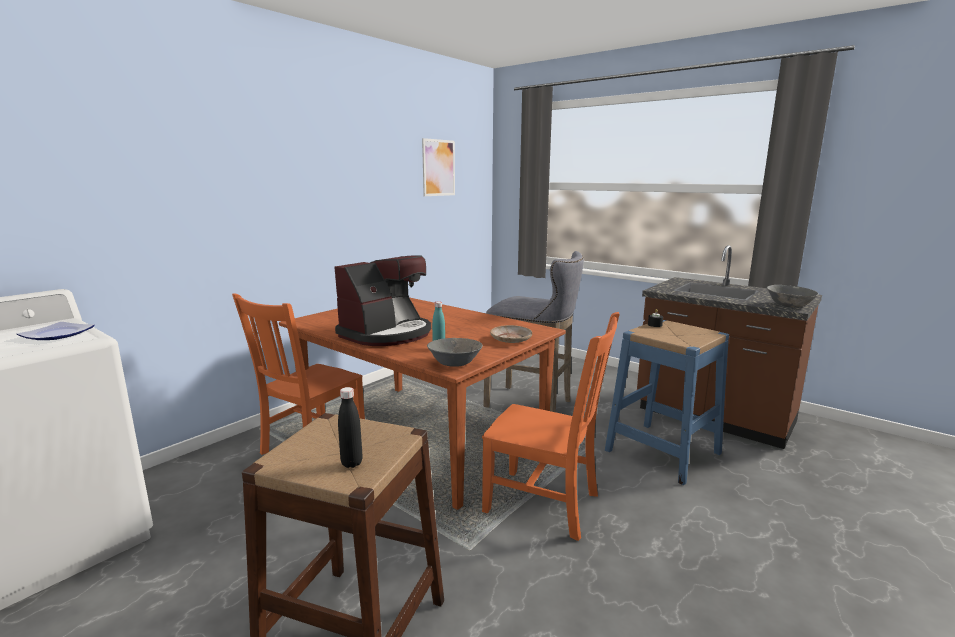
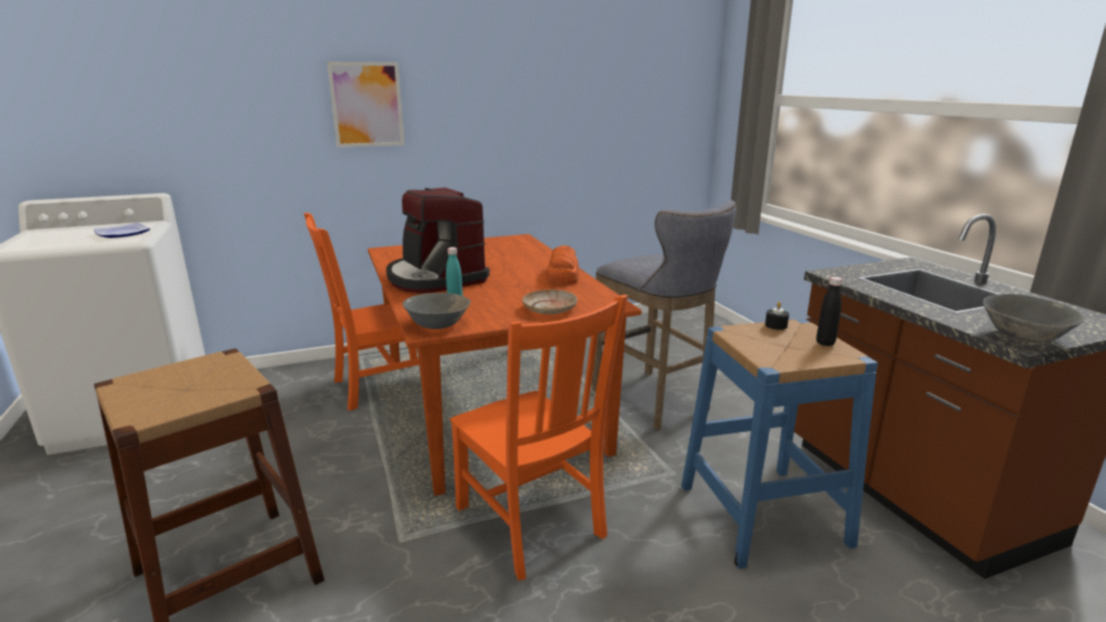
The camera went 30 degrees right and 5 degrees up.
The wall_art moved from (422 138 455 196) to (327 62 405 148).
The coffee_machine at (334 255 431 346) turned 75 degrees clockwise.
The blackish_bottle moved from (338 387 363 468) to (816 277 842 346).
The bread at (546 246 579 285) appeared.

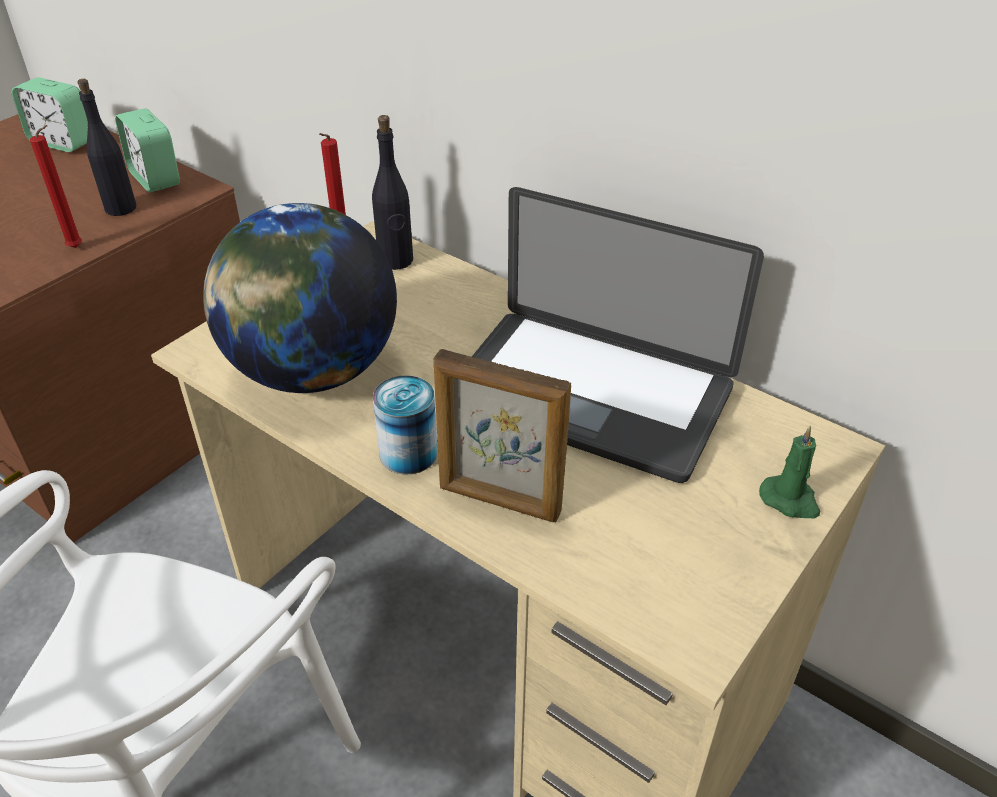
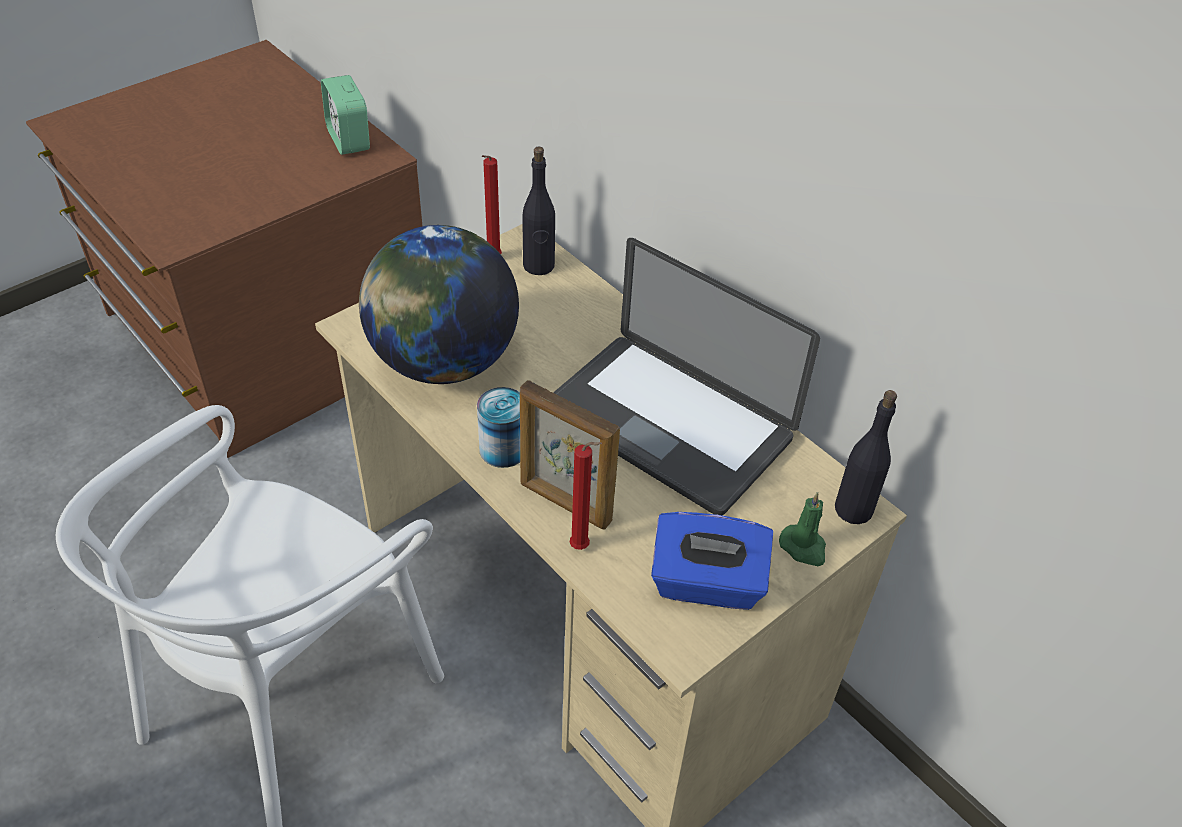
The camera went 10 degrees right and 5 degrees up.
The bedside_clock at (12 77 88 152) disappeared.
The blackish_bottle moved from (77 79 136 216) to (835 390 897 524).
The red-coloured_wax_light moved from (30 125 82 248) to (569 442 602 550).
The blue-coloured_box_of_tissues at (651 512 773 610) appeared.

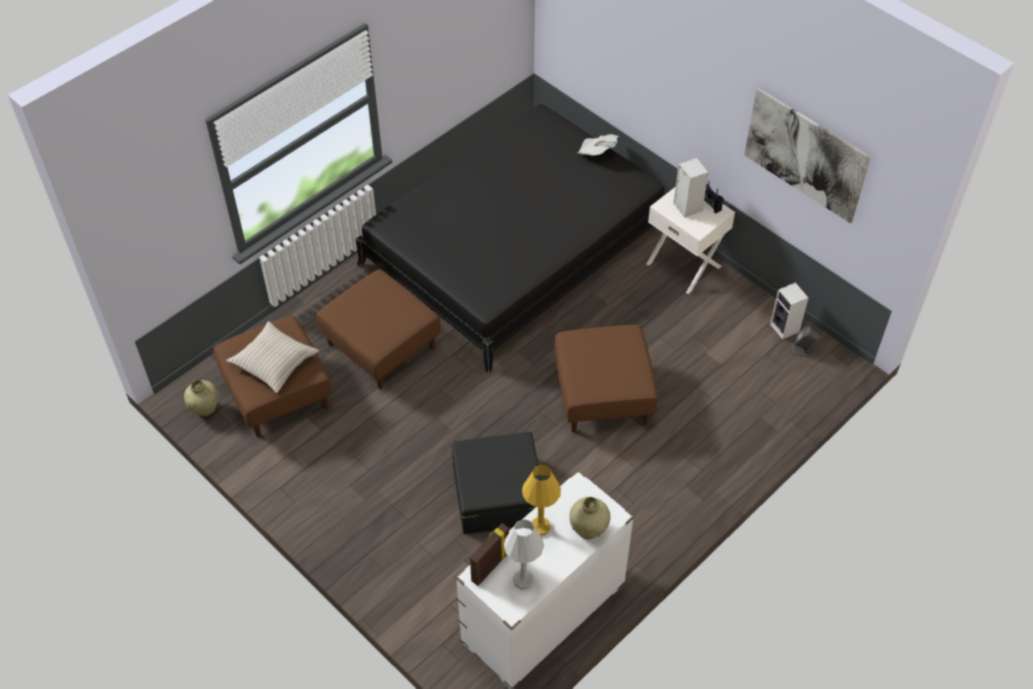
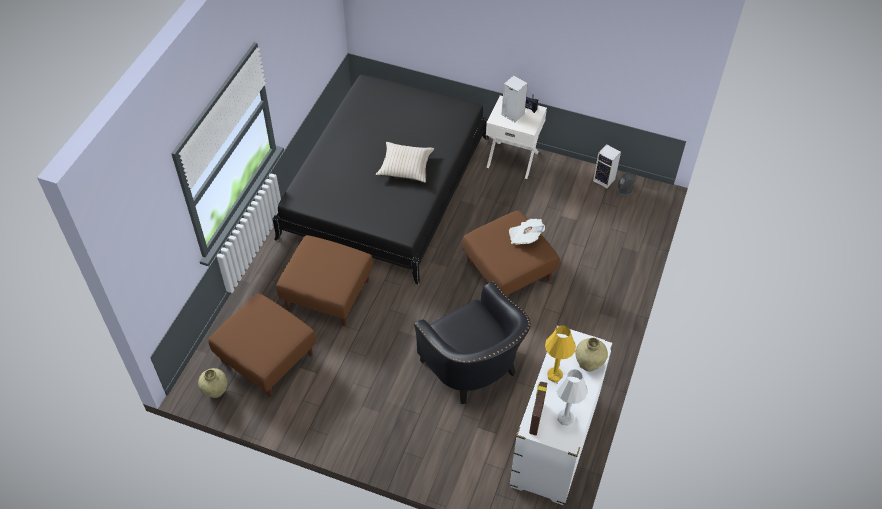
The camera went 25 degrees left and 0 degrees up.
The wall_art at (744 88 871 223) disappeared.
The printed_paper moved from (577 134 619 156) to (509 219 545 244).
The beige_pillow moved from (226 321 319 393) to (376 142 434 183).
The blackish_storage_box at (451 432 542 534) was replaced by the blackish_easy_chair at (414 281 531 404).

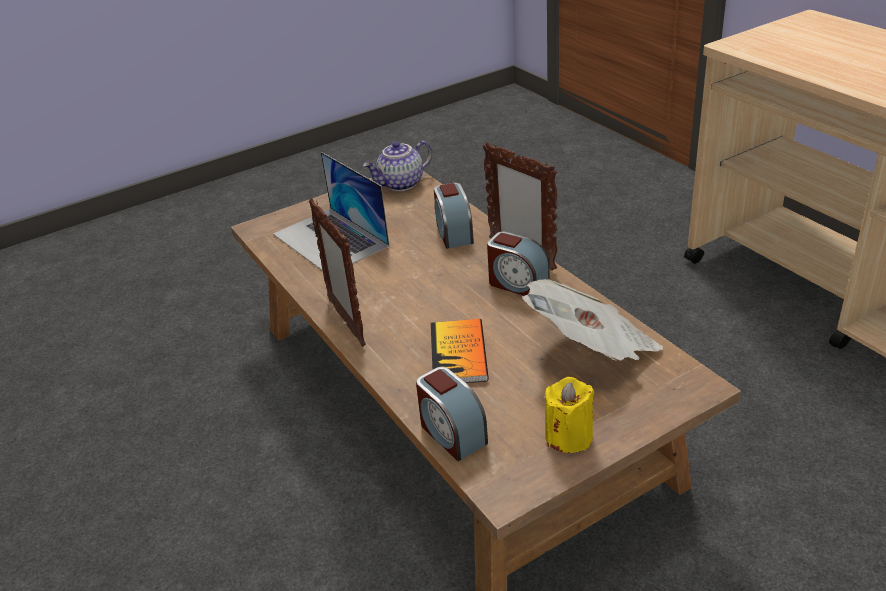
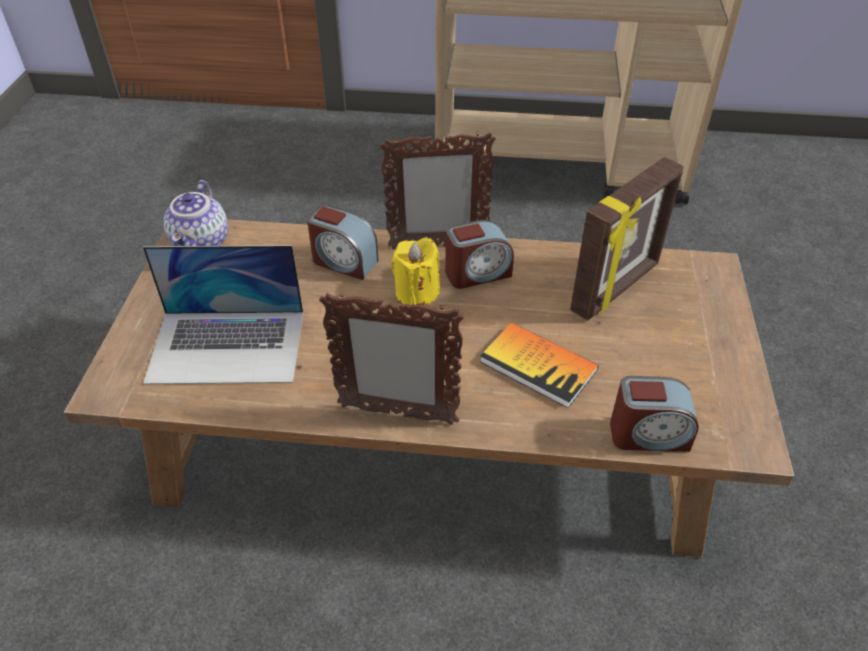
The camera went 55 degrees left and 10 degrees up.
The printed_paper at (522 279 663 361) was replaced by the picture_frame at (570 157 684 321).
The yellow-coloured_wax_light moved from (545 377 594 453) to (391 238 440 305).

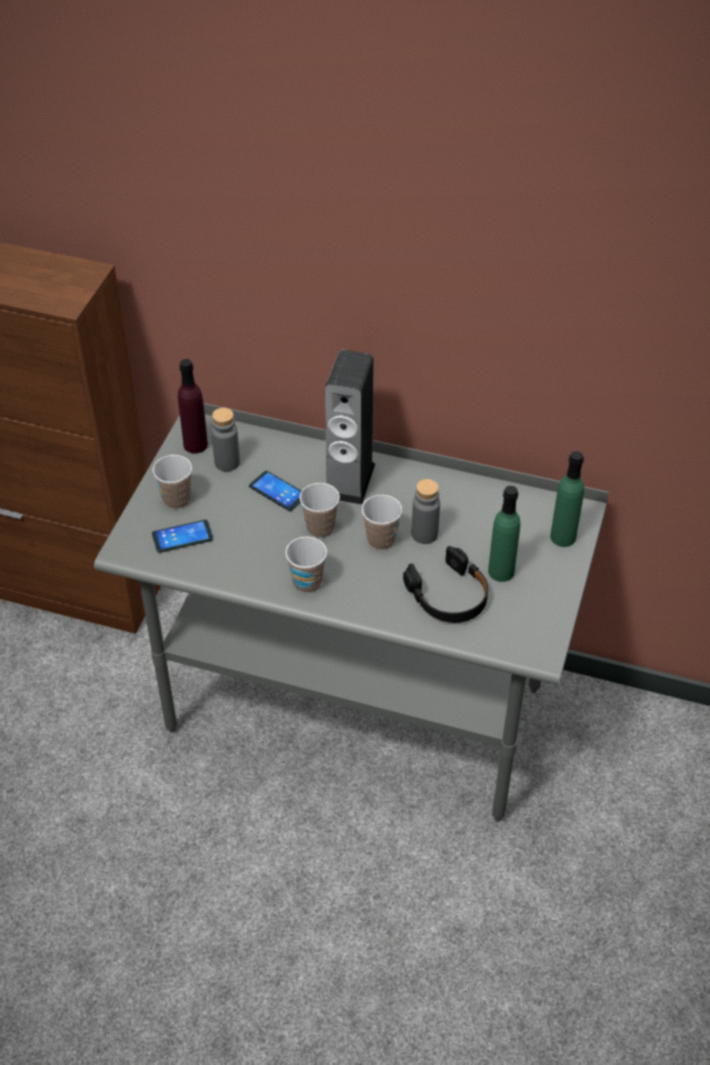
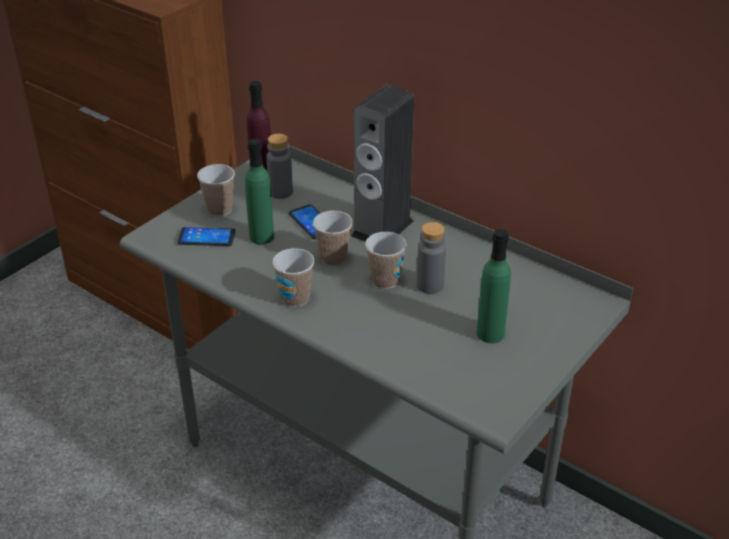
The camera went 20 degrees right and 10 degrees down.
The green-coloured_bottle moved from (550 451 584 547) to (245 139 274 245).
The blackish_pair_of_headphones at (403 546 488 623) disappeared.

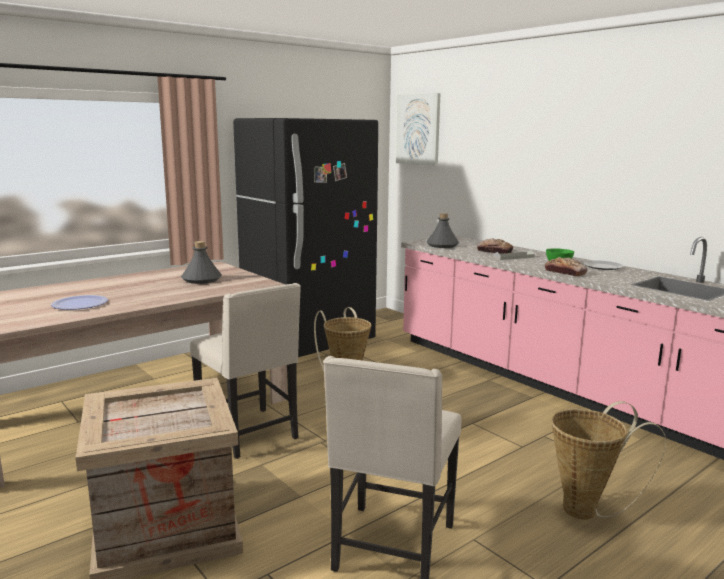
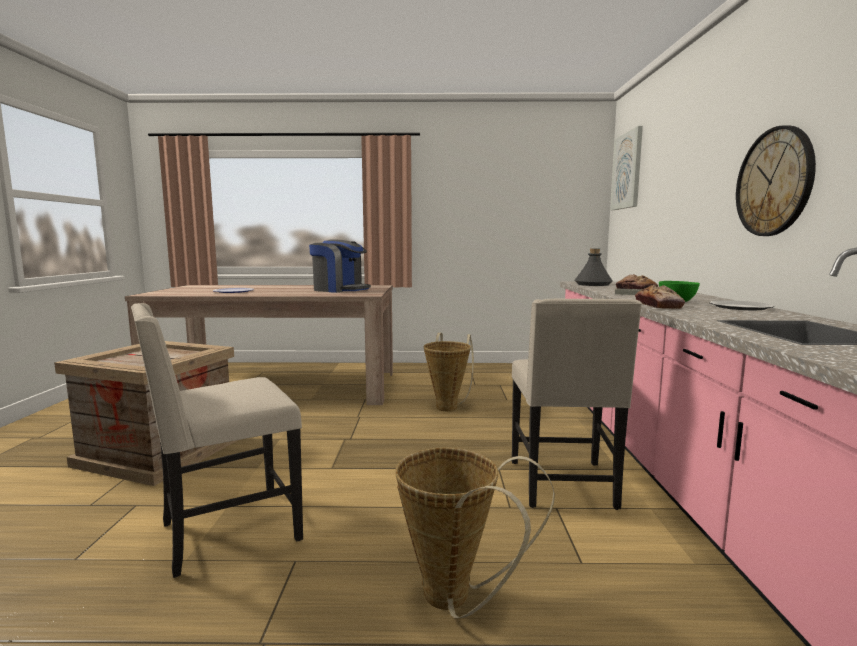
The camera went 40 degrees right and 5 degrees down.
The blackish_kitchen_fridge at (233 118 378 357) disappeared.
The grey_bottle at (181 241 222 284) was replaced by the coffee_machine at (309 239 371 293).
The beige_chair moved from (190 283 301 459) to (512 299 642 510).
The wall_clock at (736 126 816 236) appeared.

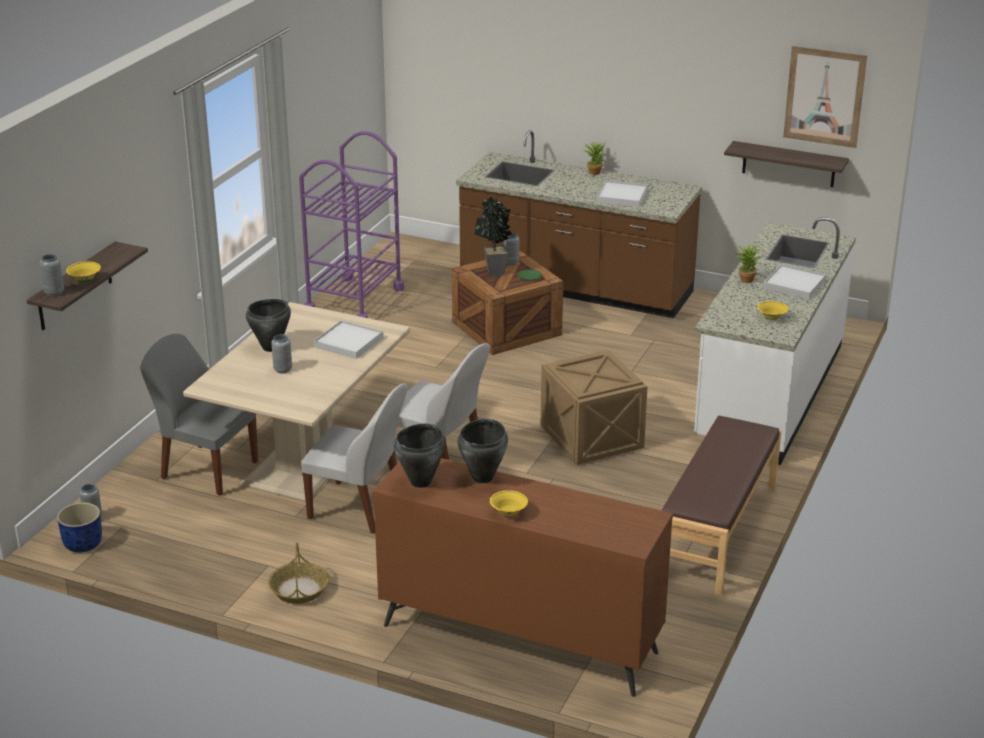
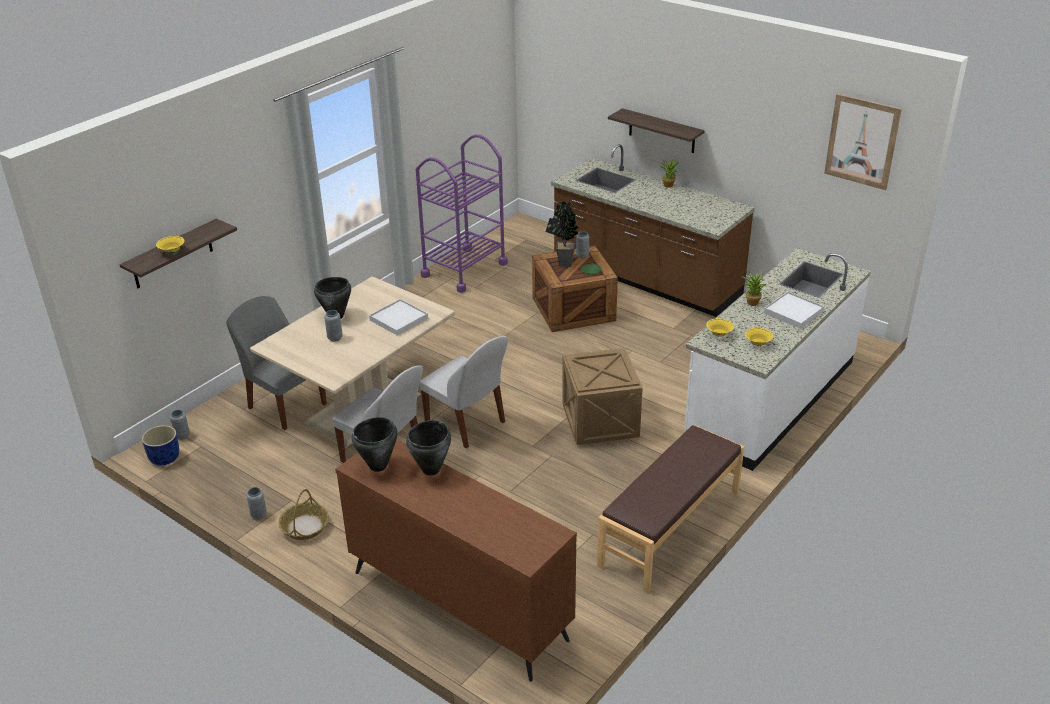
The camera went 15 degrees right and 5 degrees up.
The shelf moved from (724 141 849 187) to (608 108 705 153).
The whitish_tray at (597 180 647 207) disappeared.
The grey_flower_vase moved from (39 254 64 296) to (246 487 267 520).
The yellow-coloured_serving_bowl moved from (490 490 528 516) to (706 318 734 336).

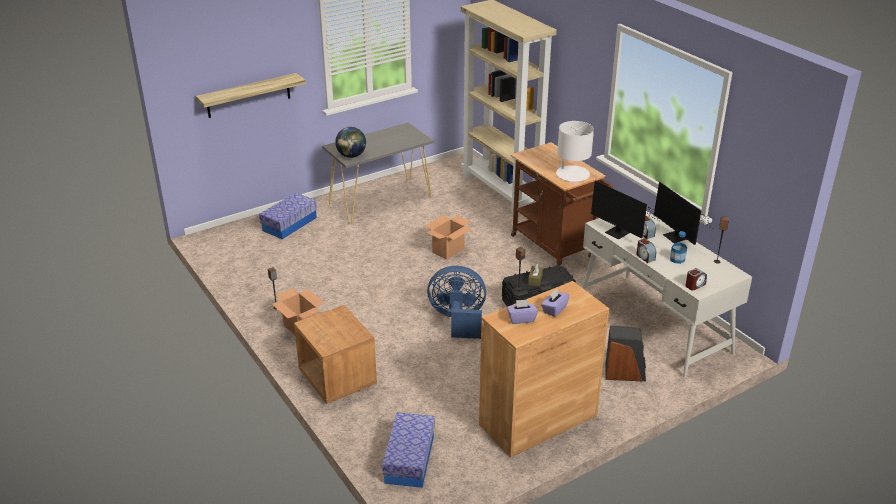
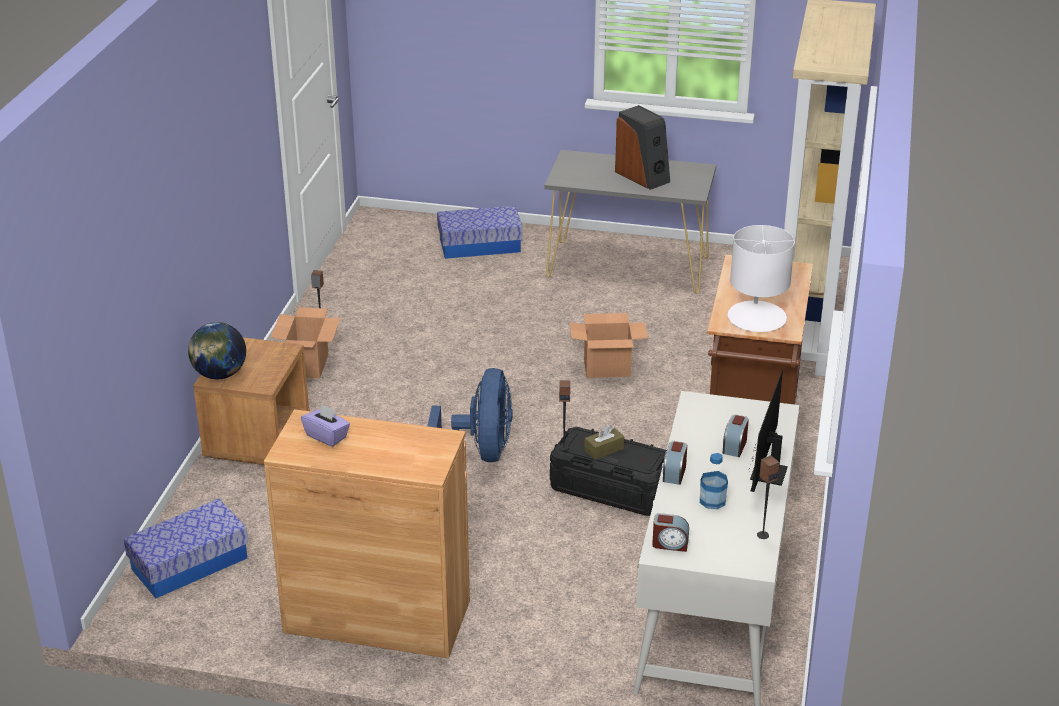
The camera went 45 degrees right and 0 degrees up.
The shelf at (196 73 306 118) disappeared.
The world_globe moved from (335 127 366 158) to (188 322 246 380).
The computer_display at (591 181 660 239) disappeared.
The blue-coloured_electric_fan at (427 266 486 339) turned 45 degrees clockwise.
The purple_box_of_tissues at (541 289 570 317) disappeared.
The loudspeaker moved from (605 325 646 381) to (615 105 670 190).

